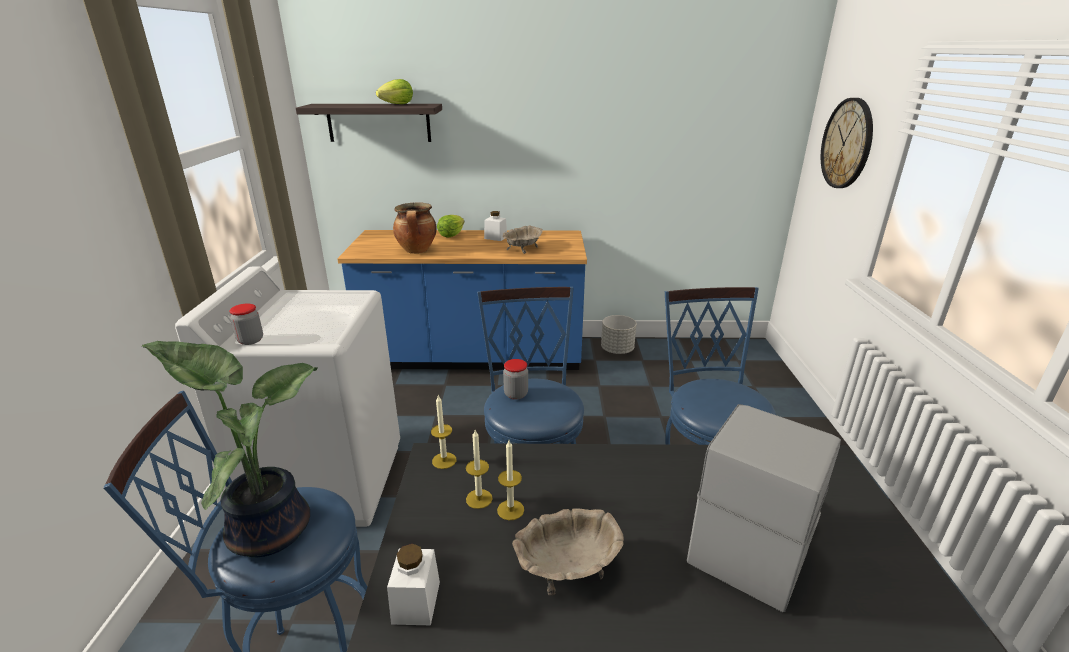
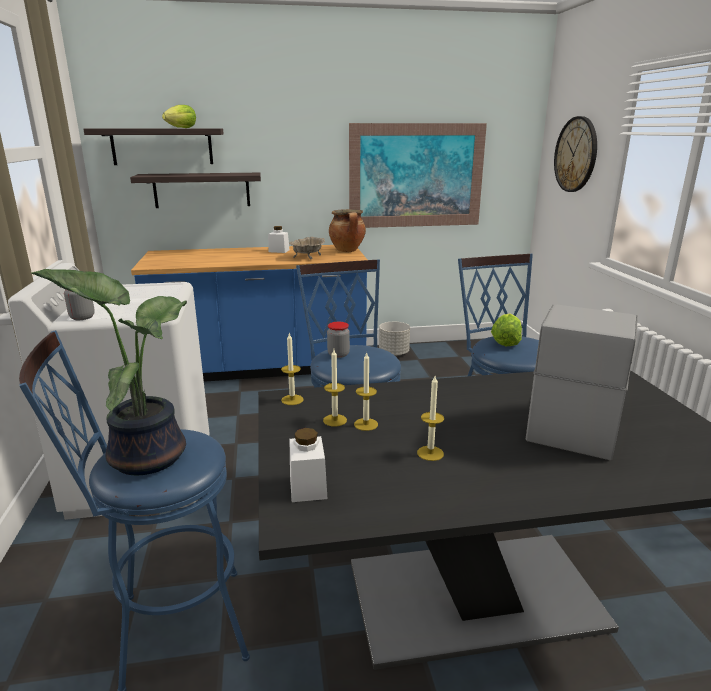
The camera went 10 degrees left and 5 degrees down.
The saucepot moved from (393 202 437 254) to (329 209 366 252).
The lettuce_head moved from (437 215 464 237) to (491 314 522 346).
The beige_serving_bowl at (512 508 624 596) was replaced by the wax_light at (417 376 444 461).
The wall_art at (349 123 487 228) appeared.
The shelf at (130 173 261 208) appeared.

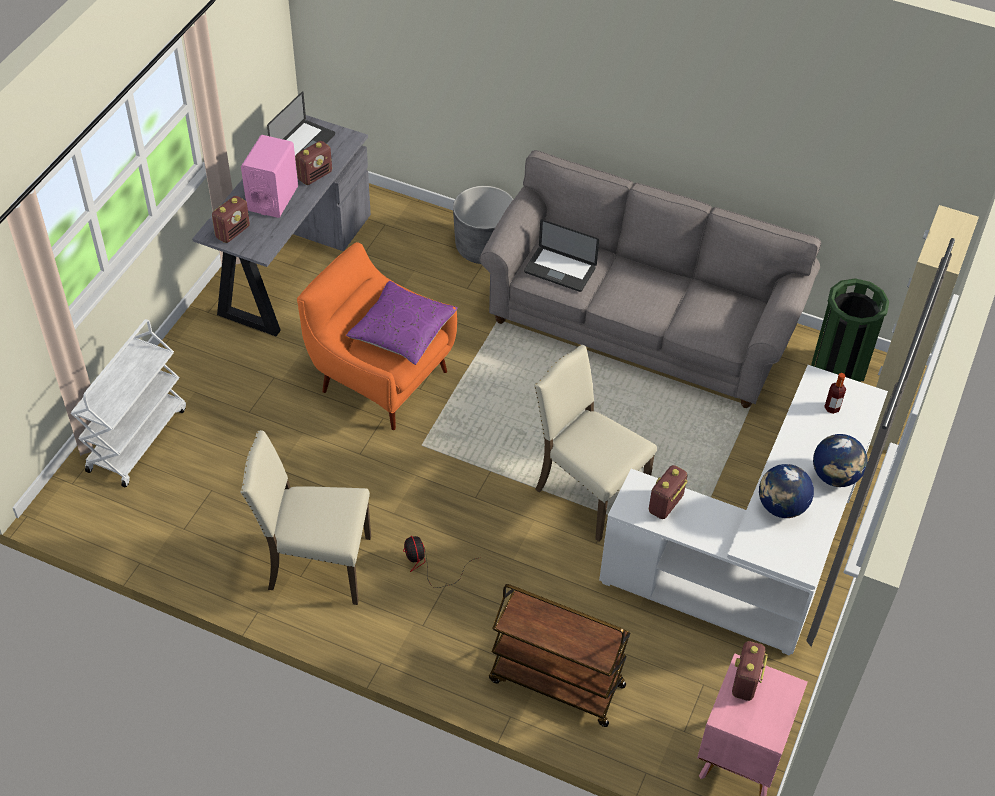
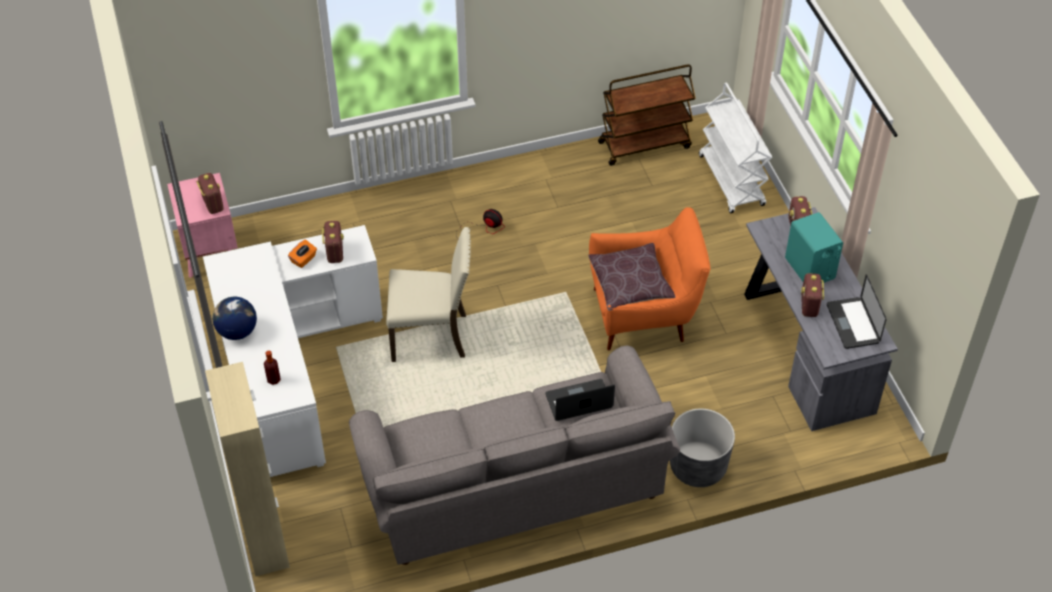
The camera went 140 degrees right and 0 degrees up.
The pink-coloured_loudspeaker at (241 135 298 218) became the turquoise-coloured_loudspeaker at (785 212 843 284).
The green-coloured_rubbish_bin at (811 278 889 382) disappeared.
The purple_pillow at (346 281 458 365) became the brown-coloured_pillow at (588 243 675 311).
The beige_chair at (240 430 371 605) disappeared.
The world_globe at (759 464 814 518) disappeared.
The brown-coloured_wheeled_cart moved from (489 584 630 727) to (598 64 696 166).
The orangey_box_of_tissues at (288 239 317 268) appeared.

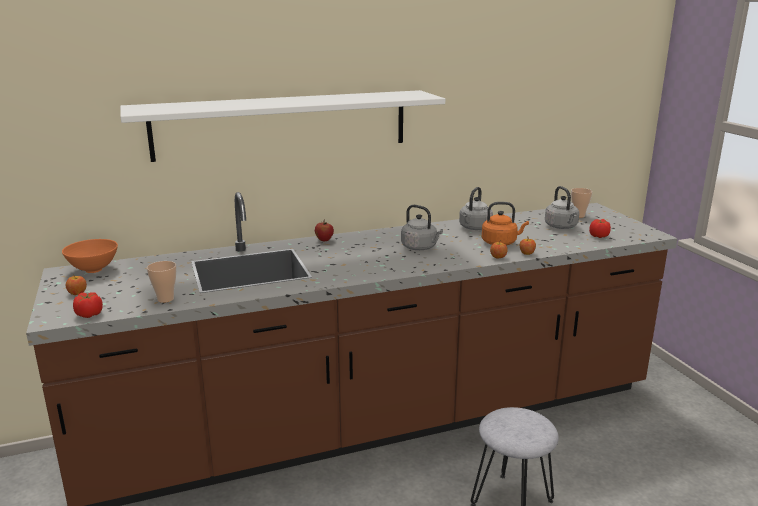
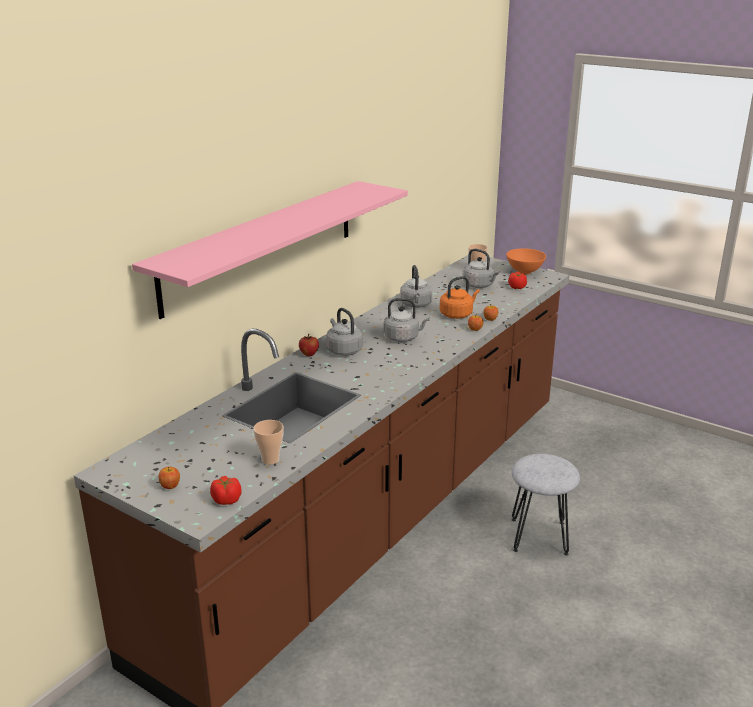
The camera went 35 degrees left and 5 degrees up.
The whitish_shelf at (120 90 445 162) became the pink-coloured_shelf at (132 181 408 319).
The orangey_serving_bowl moved from (62 239 118 273) to (506 248 546 274).
The grey_kettle at (326 308 363 356) appeared.

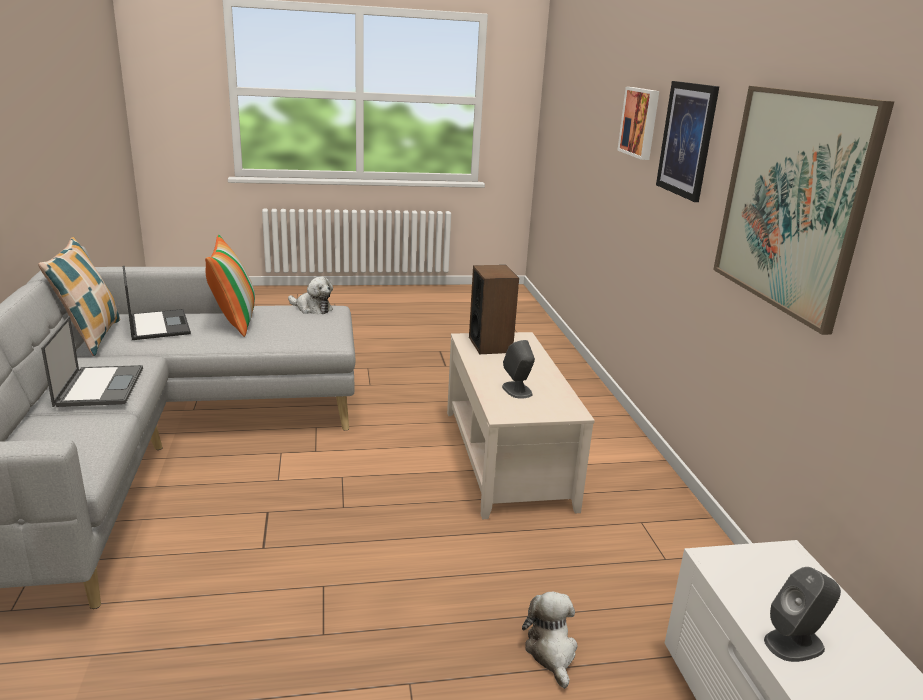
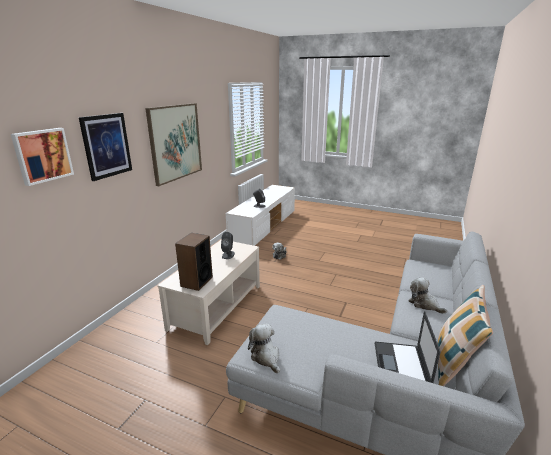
The camera went 145 degrees left and 0 degrees up.
The pillow at (205 235 255 337) disappeared.
The notebook_computer at (41 316 143 407) was replaced by the cuddly_toy at (408 277 447 314).

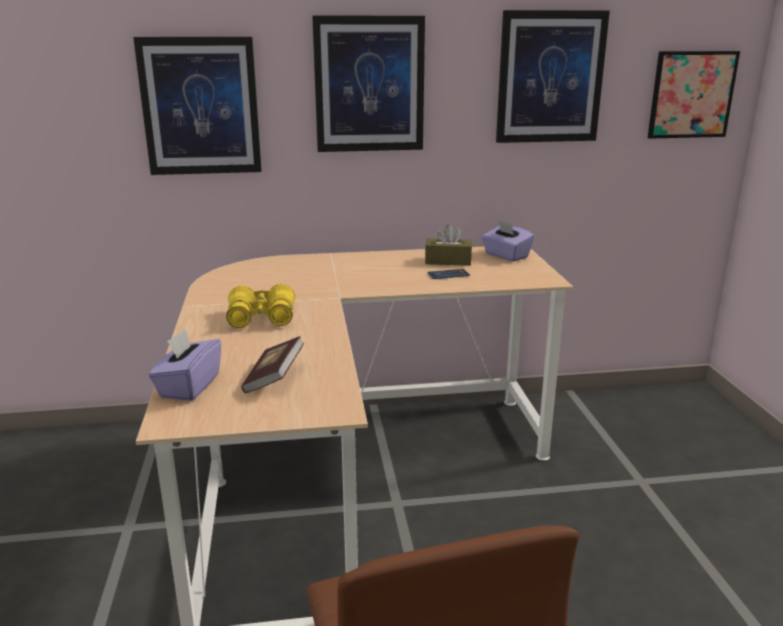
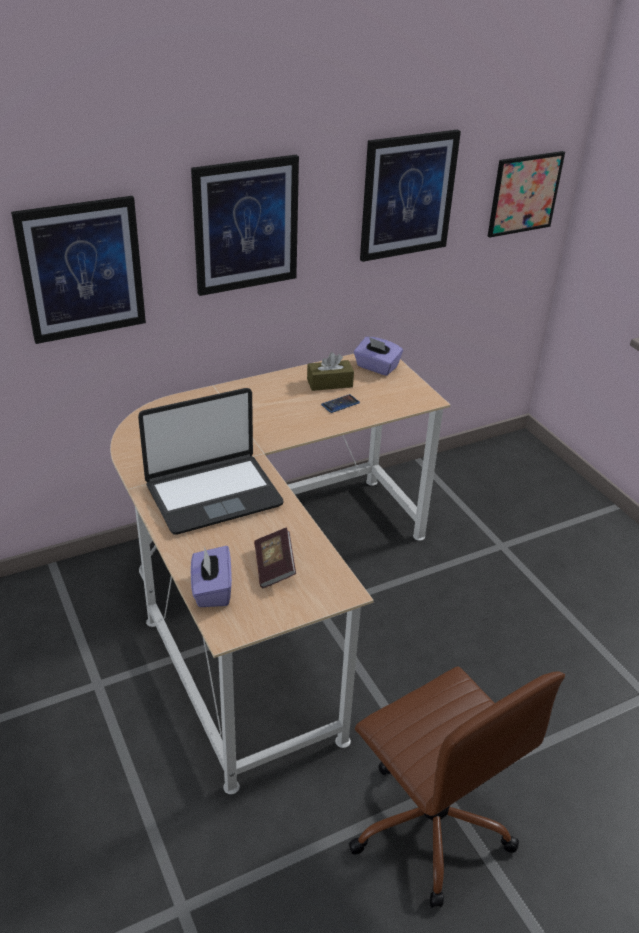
The camera went 20 degrees left and 15 degrees up.
The yellow-coloured_pair_of_binoculars at (226 284 295 328) was replaced by the notebook_computer at (138 388 283 535).

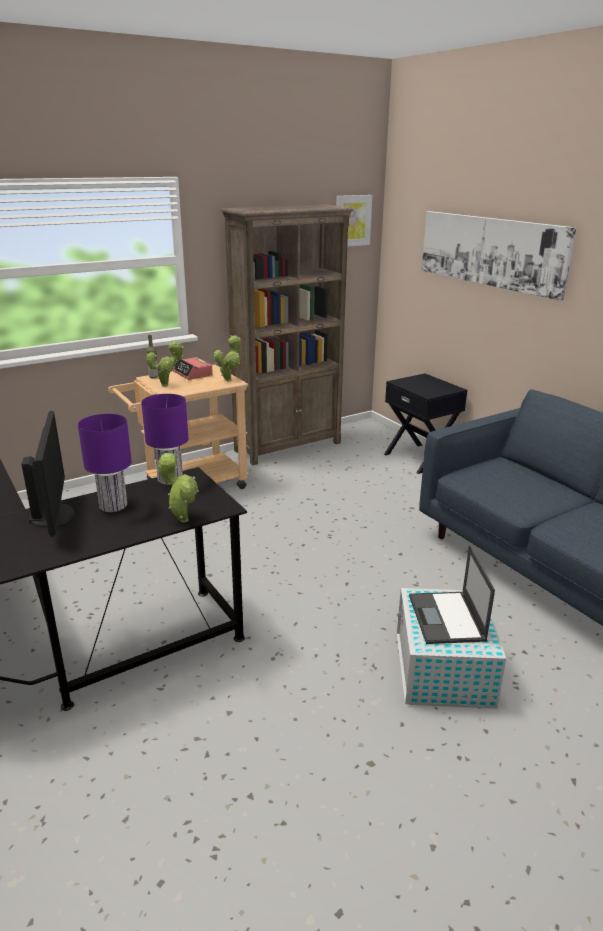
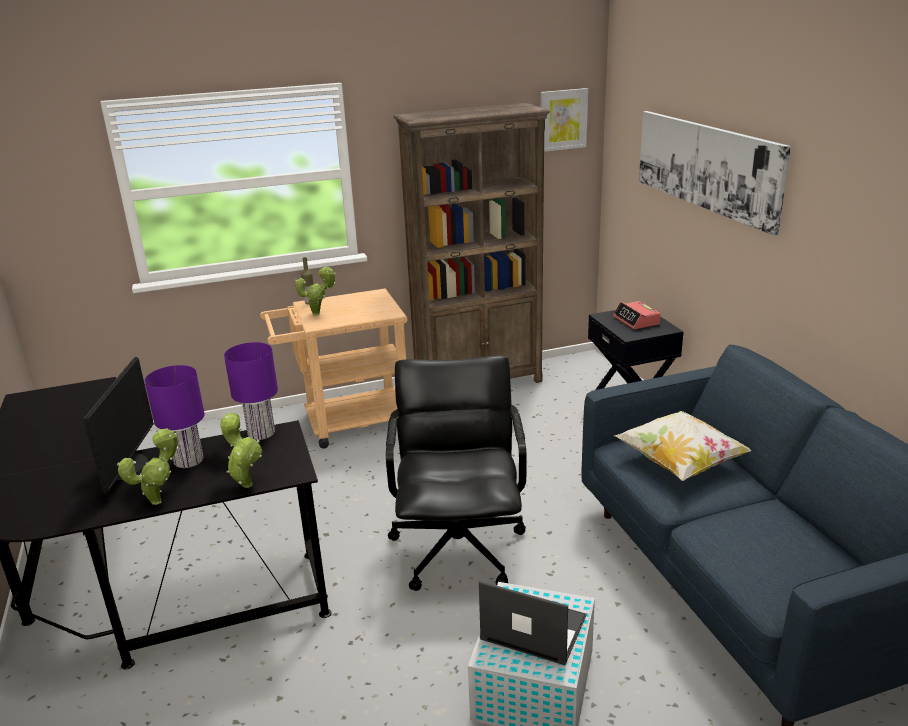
The camera went 15 degrees right and 0 degrees up.
The houseplant moved from (214 335 241 381) to (117 428 178 505).
The bedside_clock moved from (173 357 213 380) to (613 301 660 329).
The notebook_computer at (409 545 495 644) turned 105 degrees clockwise.
The blackish_computer_chair at (386 355 527 591) appeared.
The pillow at (614 411 751 481) appeared.

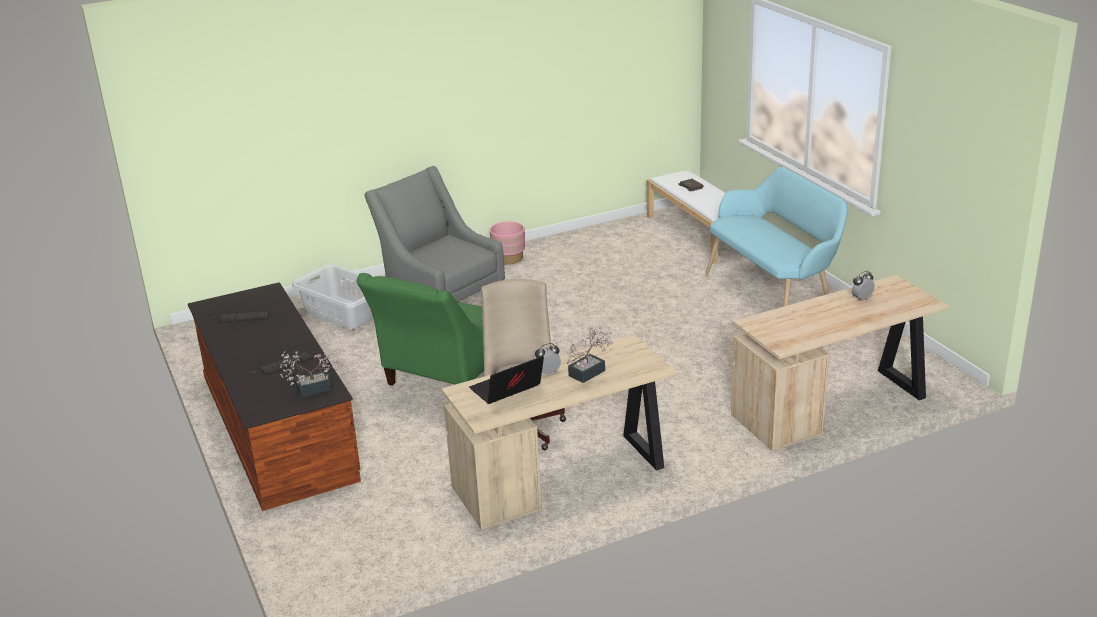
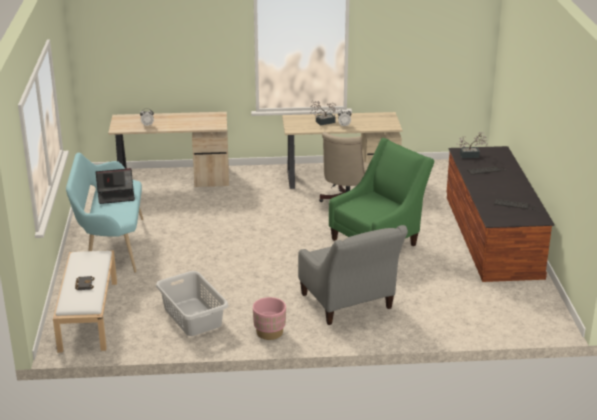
The camera went 160 degrees left and 0 degrees up.
The grey_washing_basket moved from (292 264 374 330) to (156 271 229 336).
The notebook_computer moved from (469 356 544 404) to (96 168 135 204).

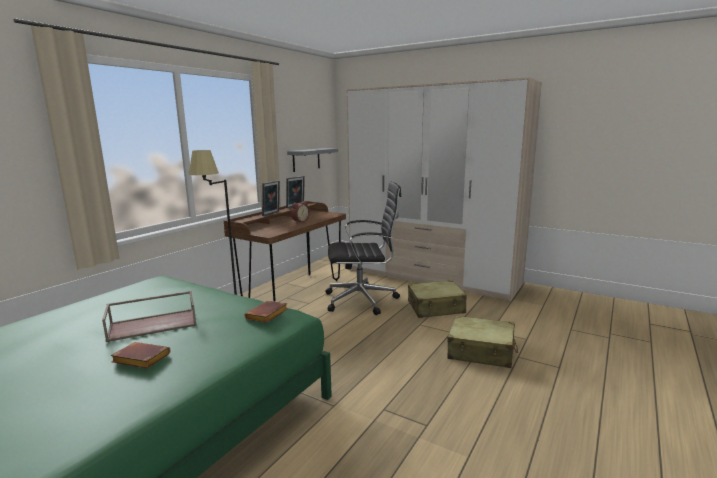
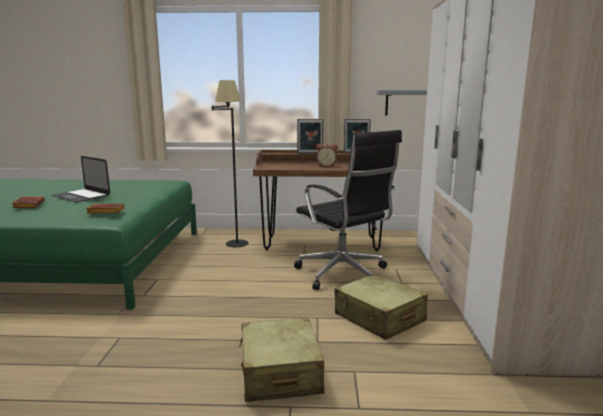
The camera went 60 degrees right and 0 degrees up.
The brown-coloured_tray at (102 291 197 342) was replaced by the notebook_computer at (52 156 110 202).

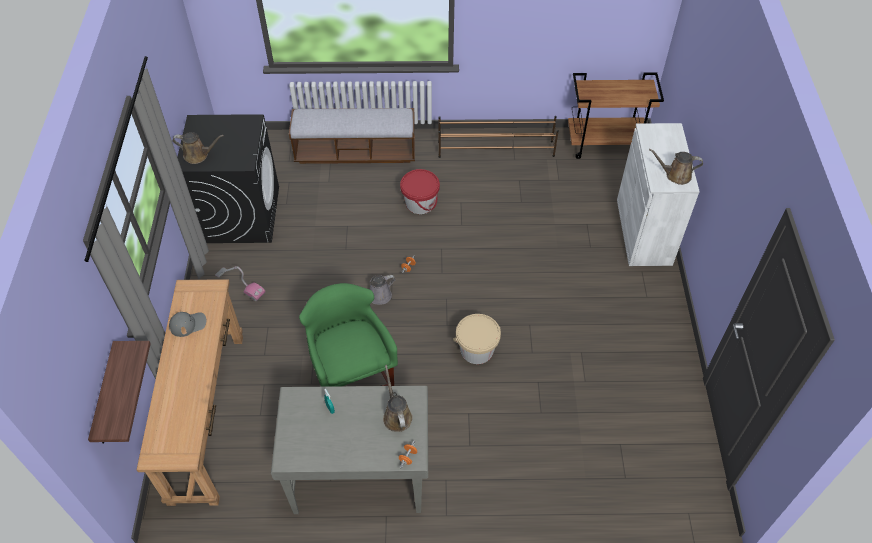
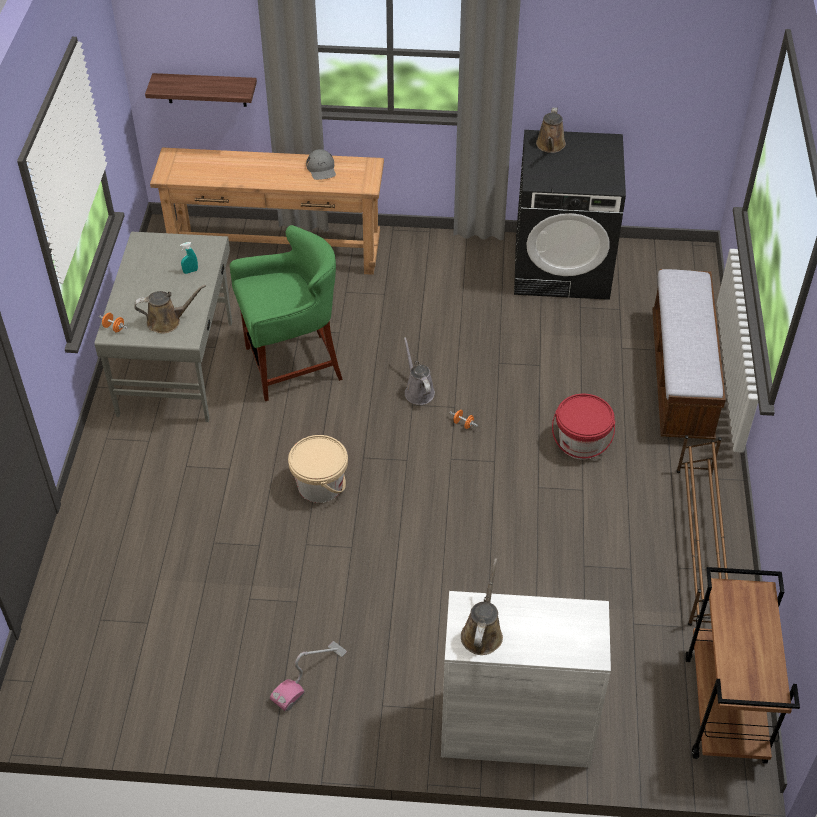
The camera went 95 degrees right and 5 degrees down.
The vacuum moved from (215 266 266 301) to (270 641 347 712).

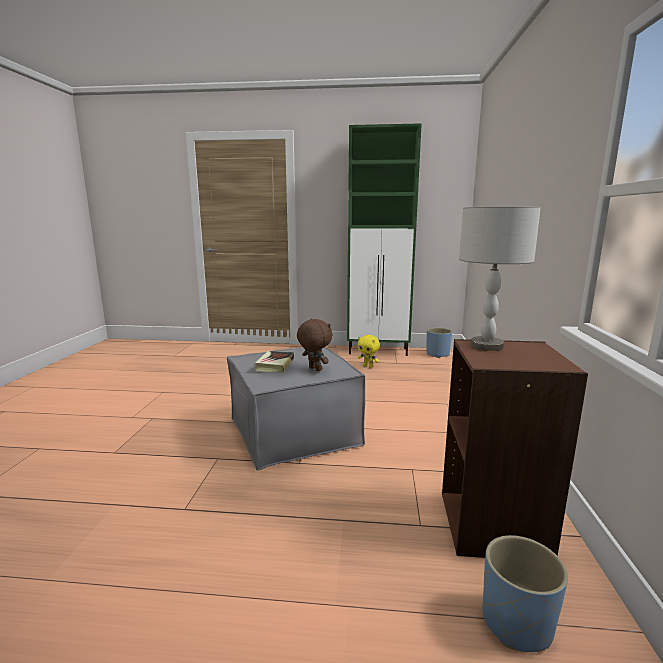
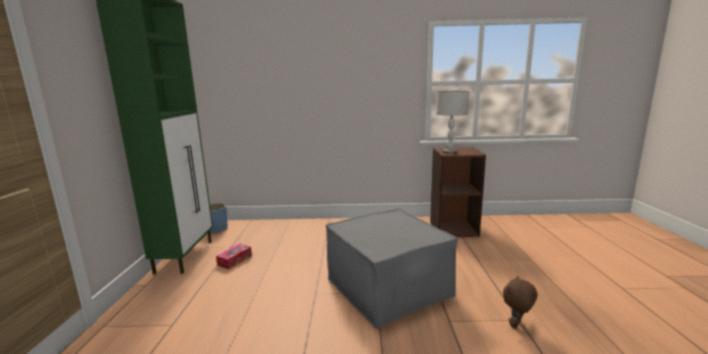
The camera went 95 degrees left and 0 degrees up.
The brown-coloured_cuddly_toy moved from (297 319 332 371) to (503 276 537 329).
The yellow-coloured_cuddly_toy at (358 335 380 368) was replaced by the box_of_tissues at (216 244 252 269).
The bound_book at (255 351 294 372) disappeared.
The blue-coloured_plant_pot at (482 535 568 652) disappeared.

